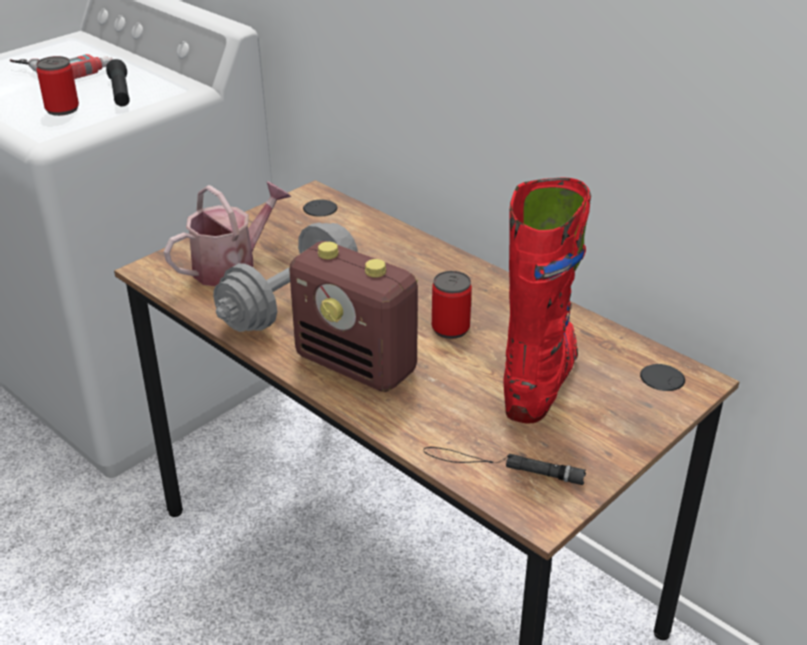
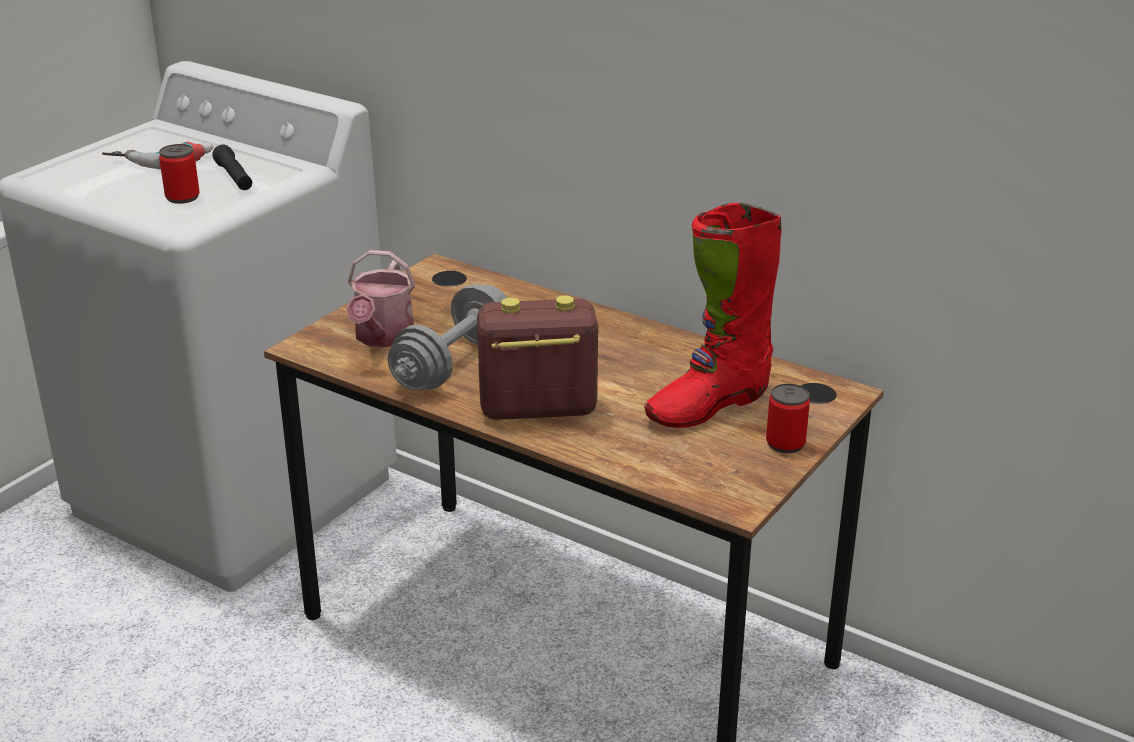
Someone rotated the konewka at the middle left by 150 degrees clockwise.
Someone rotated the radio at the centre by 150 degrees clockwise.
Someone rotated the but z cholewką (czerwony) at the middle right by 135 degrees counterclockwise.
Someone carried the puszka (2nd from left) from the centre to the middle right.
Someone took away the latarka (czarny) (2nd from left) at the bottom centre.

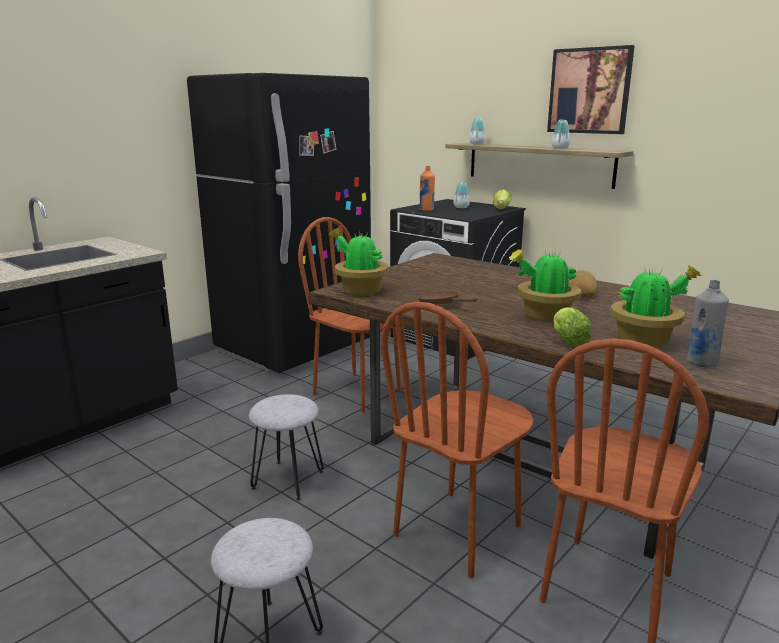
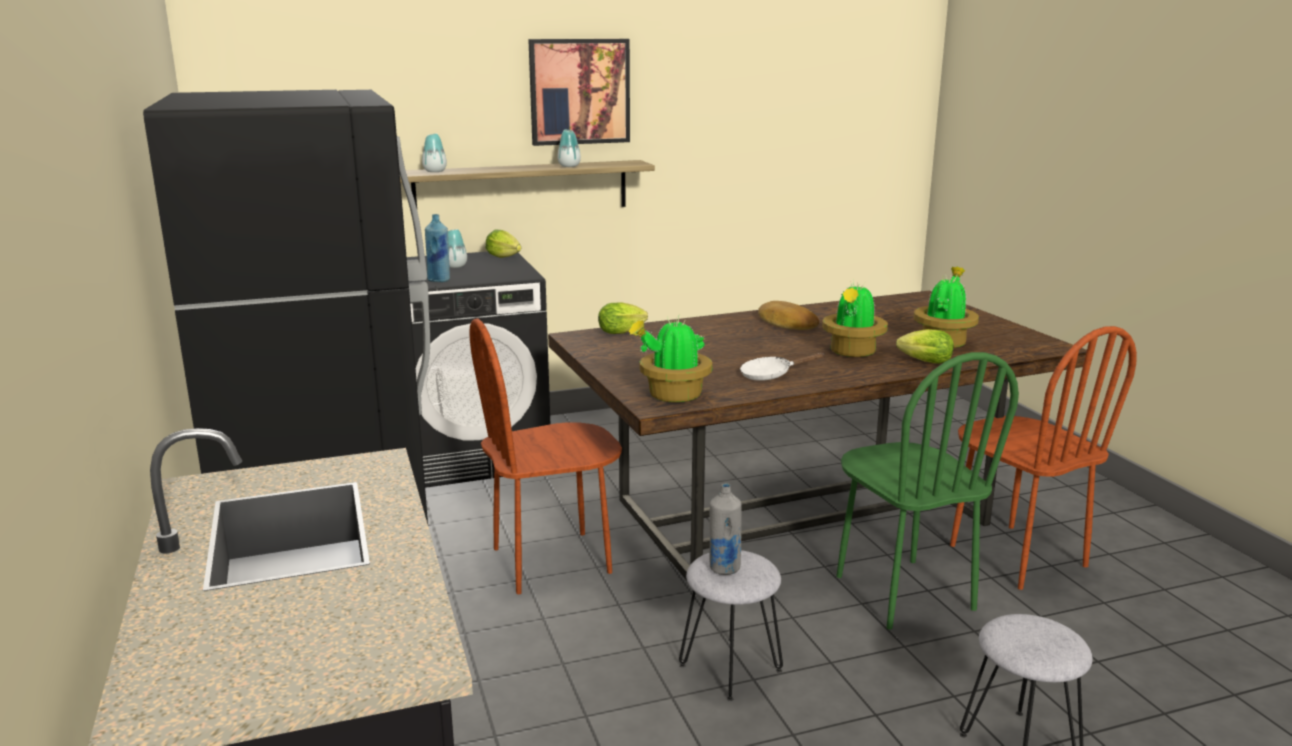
Someone repainted the butelka (pomarańczowy) at the top centre, which became the butelka (niebieski) at the top centre.
Someone put down the sałata (2nd from left) at the centre.
Someone carried the butelka (szary) from the middle right to the bottom centre.
Someone repainted the patelnia (brązowy) at the centre, which became the patelnia (biały) at the centre.
Someone repainted the krzesło (brązowy) (2nd from left) at the bottom centre, which became the krzesło (zielony) at the middle right.

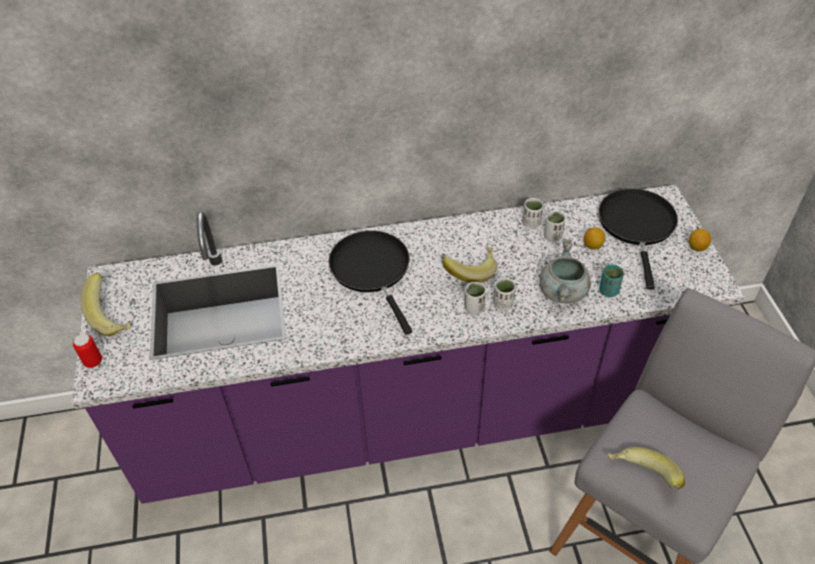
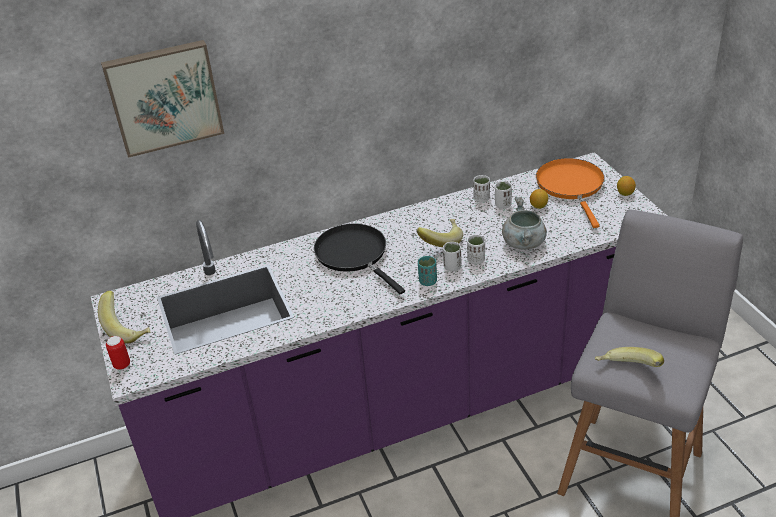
Someone put up the obraz at the top left.
Someone carried the filiżanka (turkusowy) from the middle right to the centre.
Someone repainted the patelnia (czarny) (2nd from left) at the middle right, which became the patelnia (pomarańczowy) at the middle right.

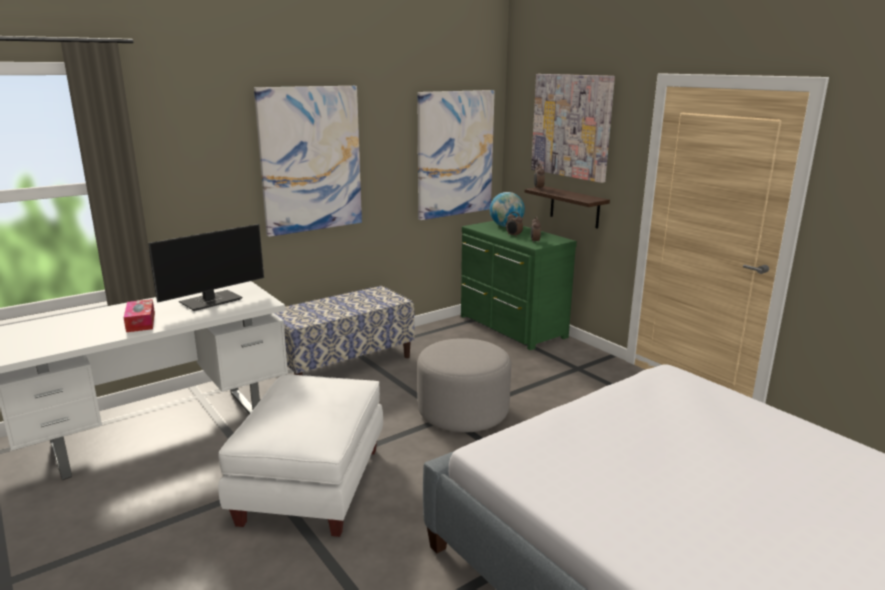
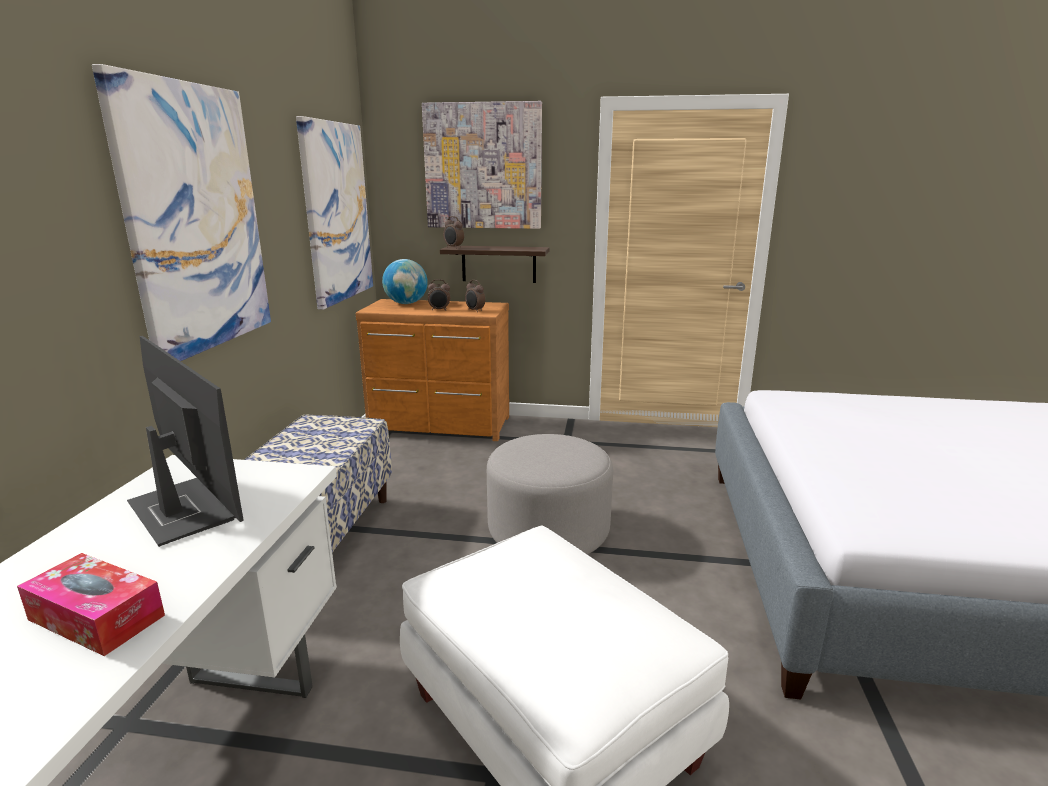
Someone rotated the monitor at the middle left by 45 degrees counterclockwise.
Someone repainted the komoda (zielony) at the centre, which became the komoda (brązowy) at the centre.

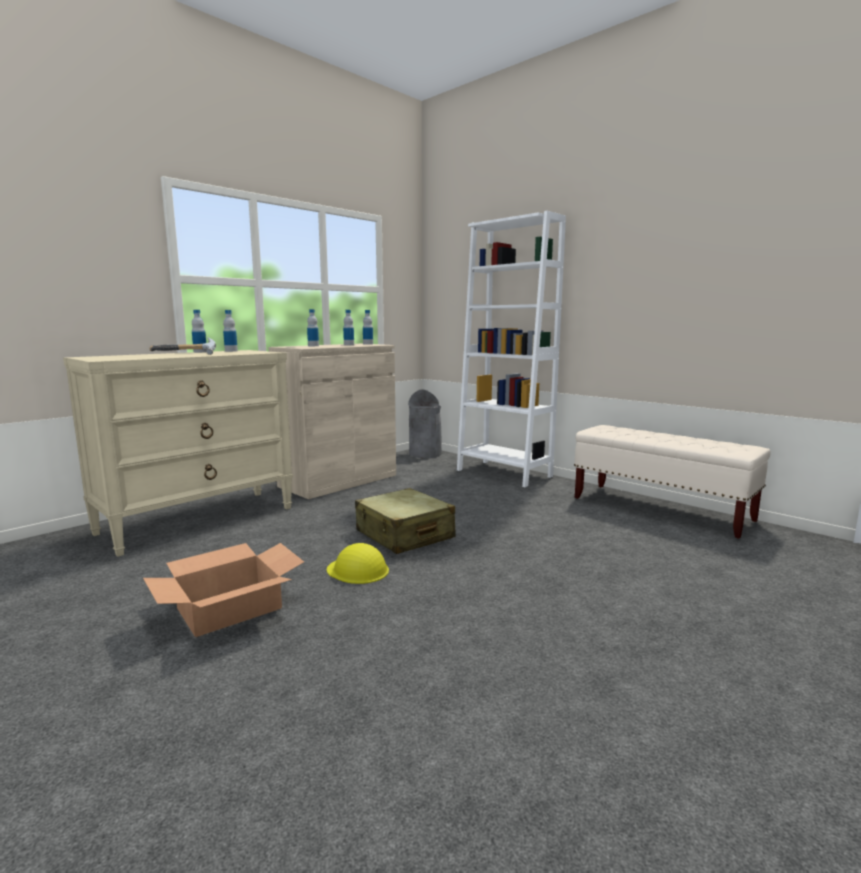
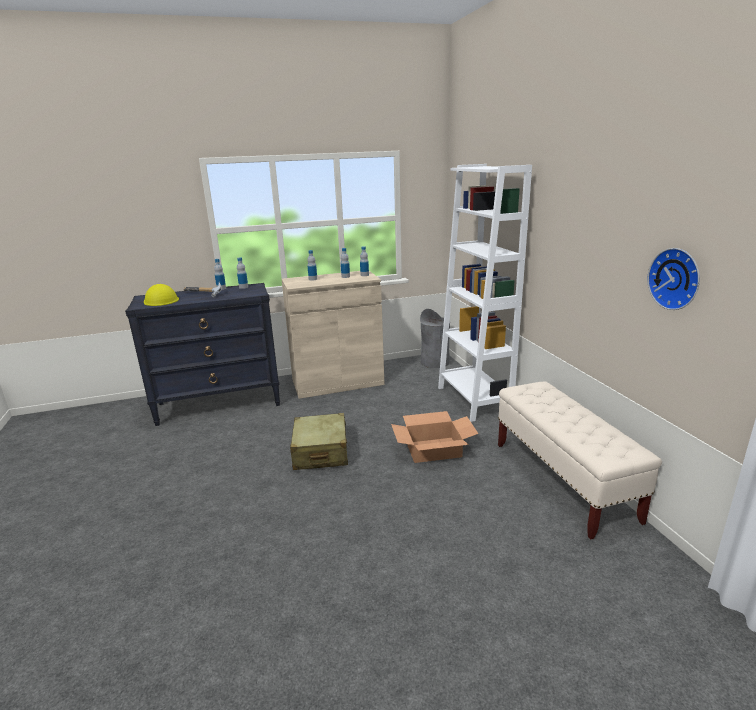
Someone repainted the komoda (beżowy) at the middle left, which became the komoda (czarny) at the middle left.
Someone carried the kask (żółty) from the centre to the middle left.
Someone carried the karton from the bottom left to the centre.
Someone put up the zegar ścienny at the middle right.

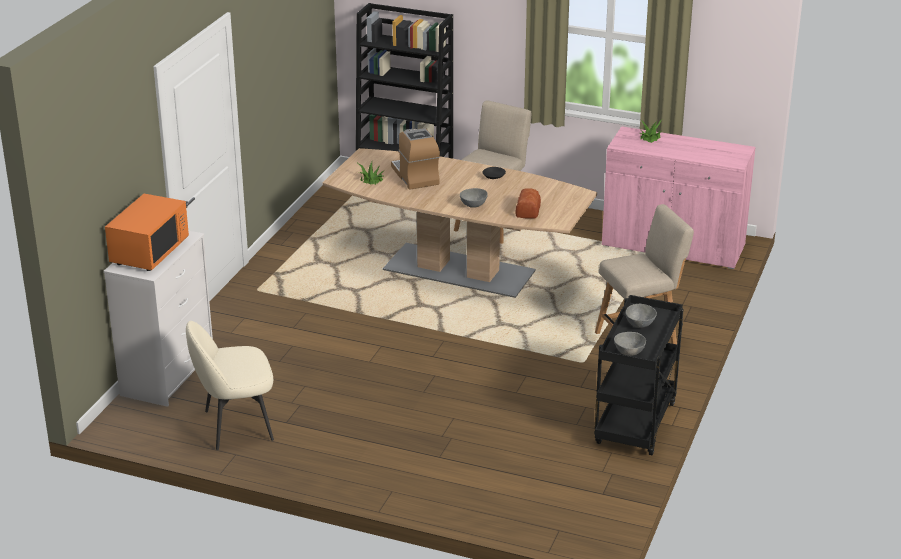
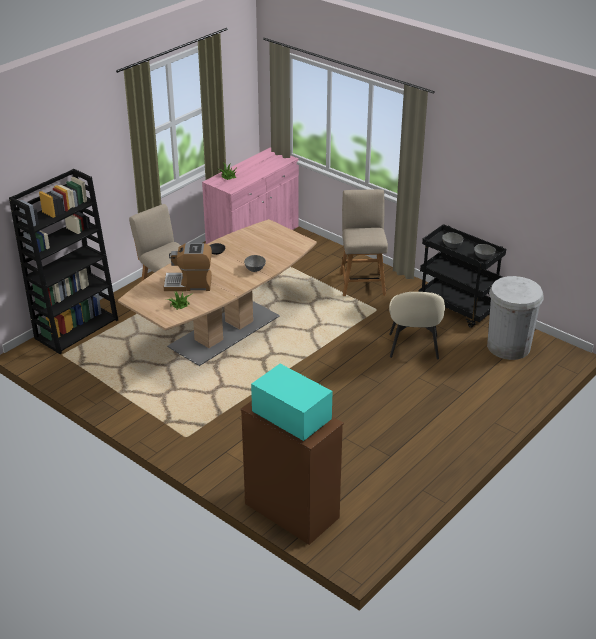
Someone repainted the komoda (biały) at the middle left, which became the komoda (brązowy) at the bottom centre.
Someone repainted the mikrofalówka (pomarańczowy) at the middle left, which became the mikrofalówka (turkusowy) at the centre.
Someone carried the krzesło (beżowy) (1st from left in the first image) from the bottom left to the middle right.
Someone put down the kosz na śmieci (biały) at the middle right.
Someone took away the chleb at the centre.

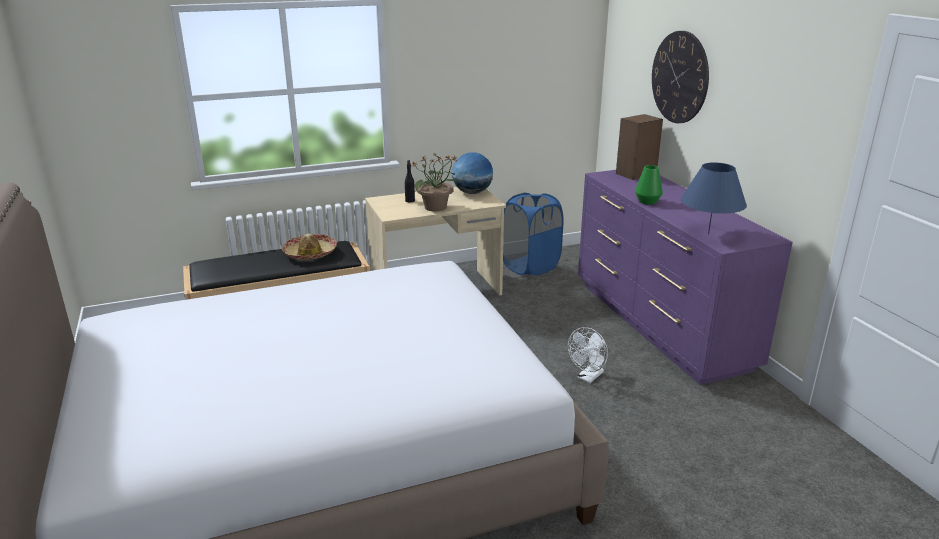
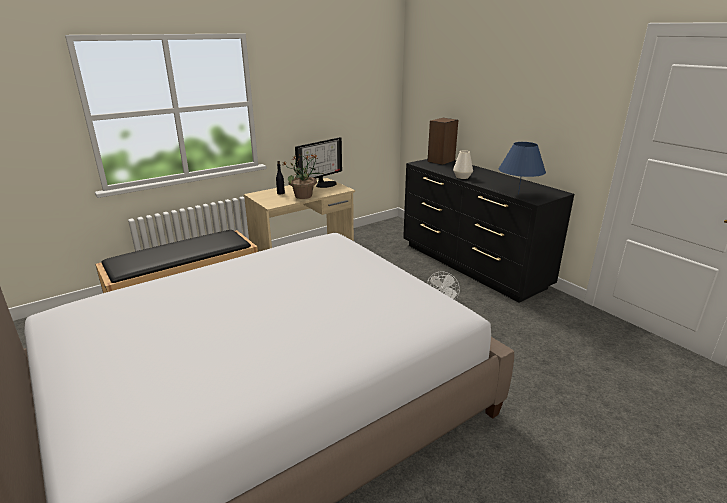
Someone swapped the globus at the top centre for the monitor at the top centre.
Someone repainted the komoda (fioletowy) at the middle right, which became the komoda (czarny) at the middle right.
Someone repainted the wazon (zielony) at the middle right, which became the wazon (biały) at the top centre.
Someone took away the kapelusz at the middle left.
Someone took away the kosz na pranie (niebieski) at the centre.
Someone took away the zegar ścienny at the top right.

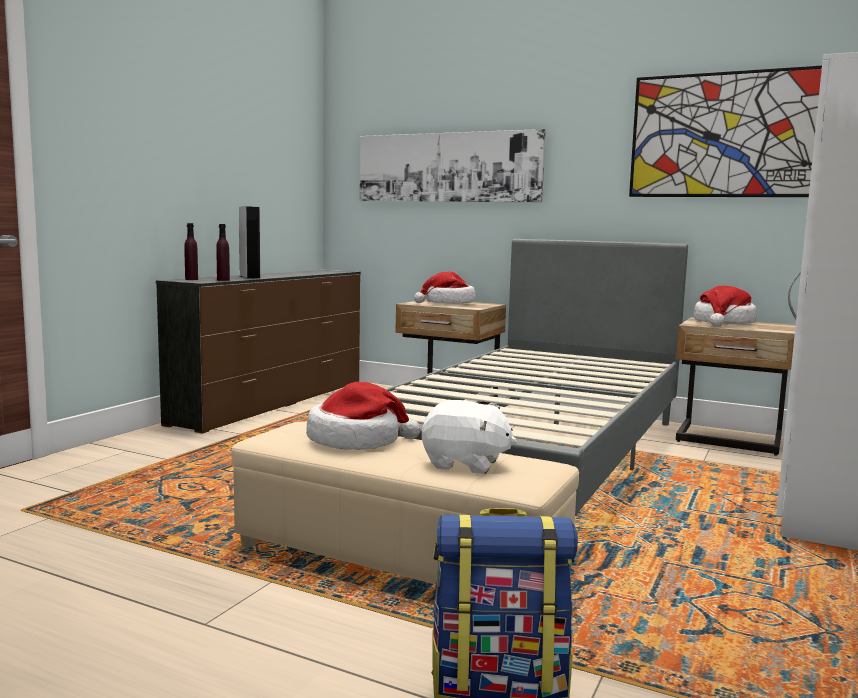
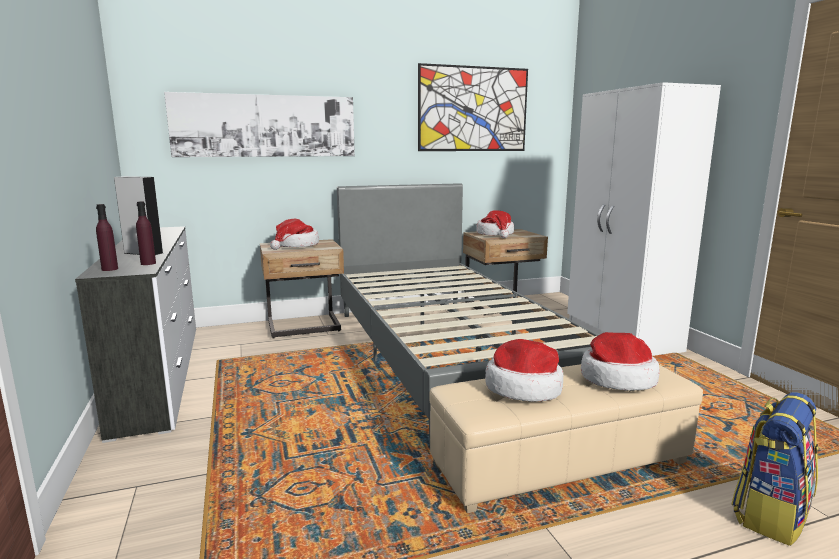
Someone repainted the komoda (brązowy) at the middle left, which became the komoda (biały) at the middle left.
Someone swapped the pluszak (biały) at the centre for the kapelusz (4th from left) at the middle right.

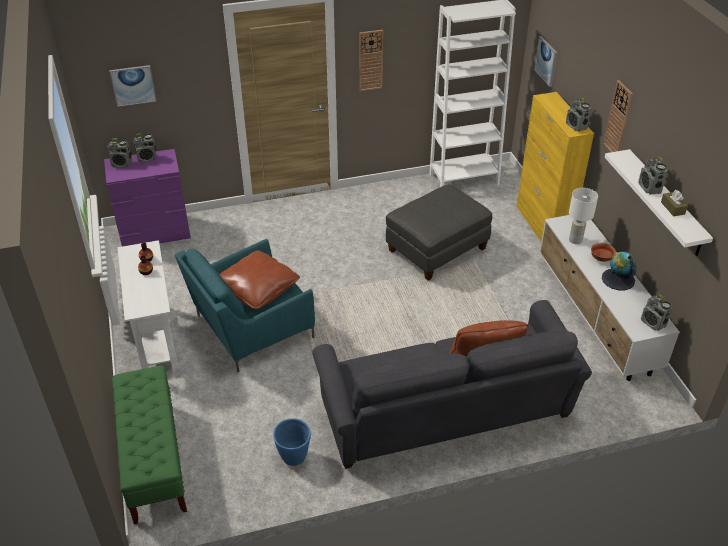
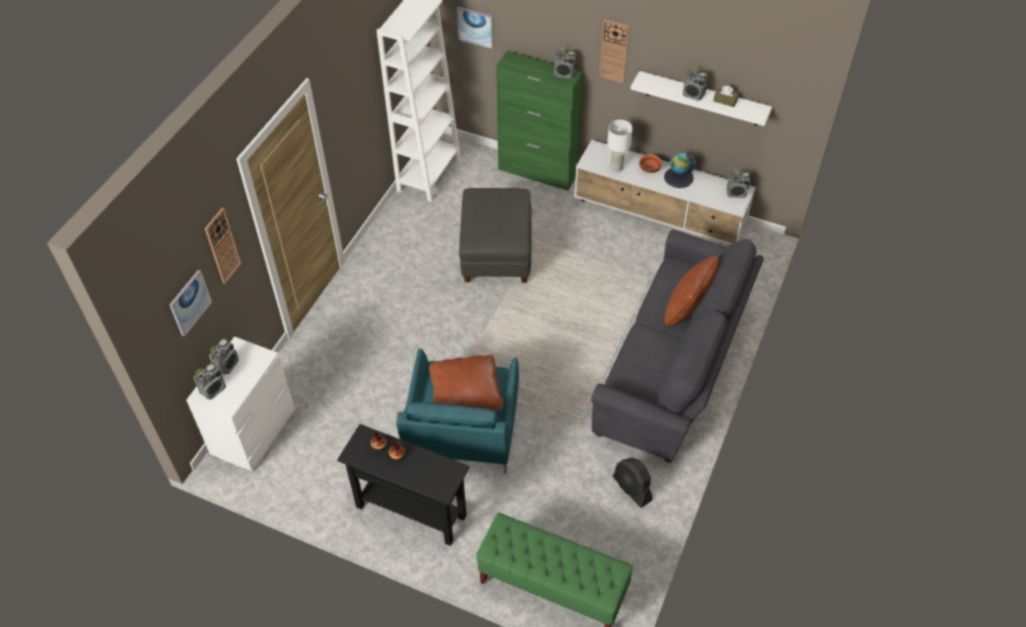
Someone repainted the komoda (fioletowy) at the middle left, which became the komoda (biały) at the middle left.
Someone carried the zegar ścienny (1st from left) from the top centre to the middle left.
Someone repainted the stolik konsolowy (biały) at the middle left, which became the stolik konsolowy (czarny) at the bottom centre.
Someone repainted the szafka (żółty) at the top right, which became the szafka (zielony) at the top centre.
Someone swapped the donica (niebieski) at the bottom centre for the wentylator (czarny) at the bottom centre.

